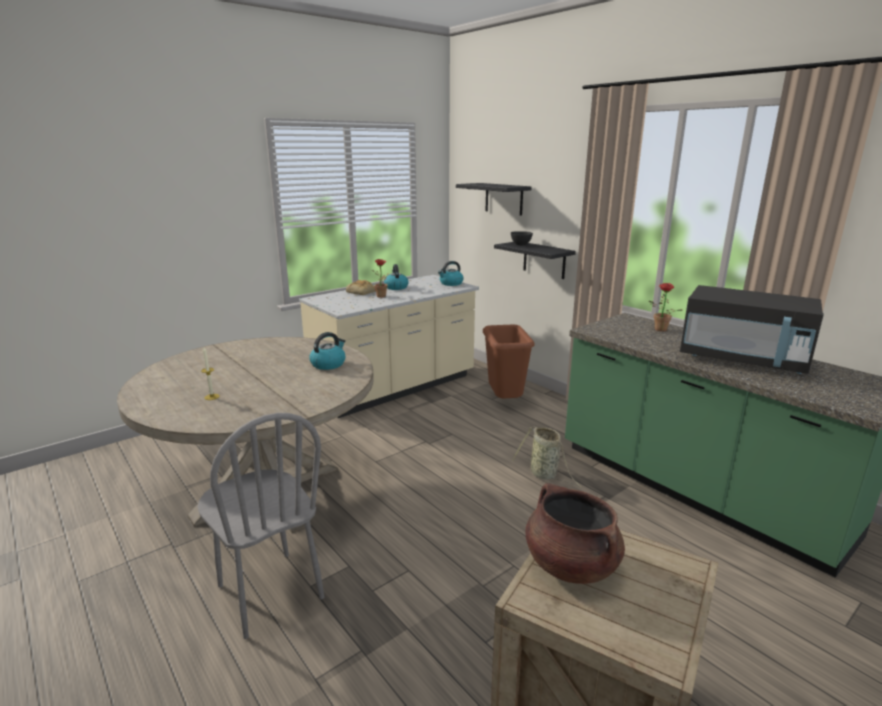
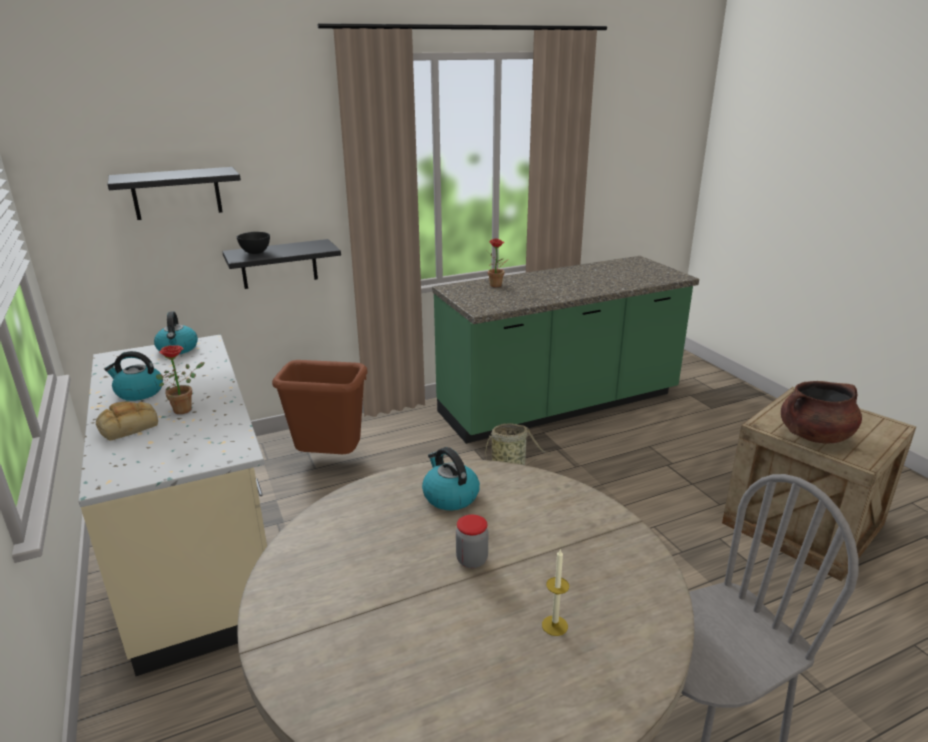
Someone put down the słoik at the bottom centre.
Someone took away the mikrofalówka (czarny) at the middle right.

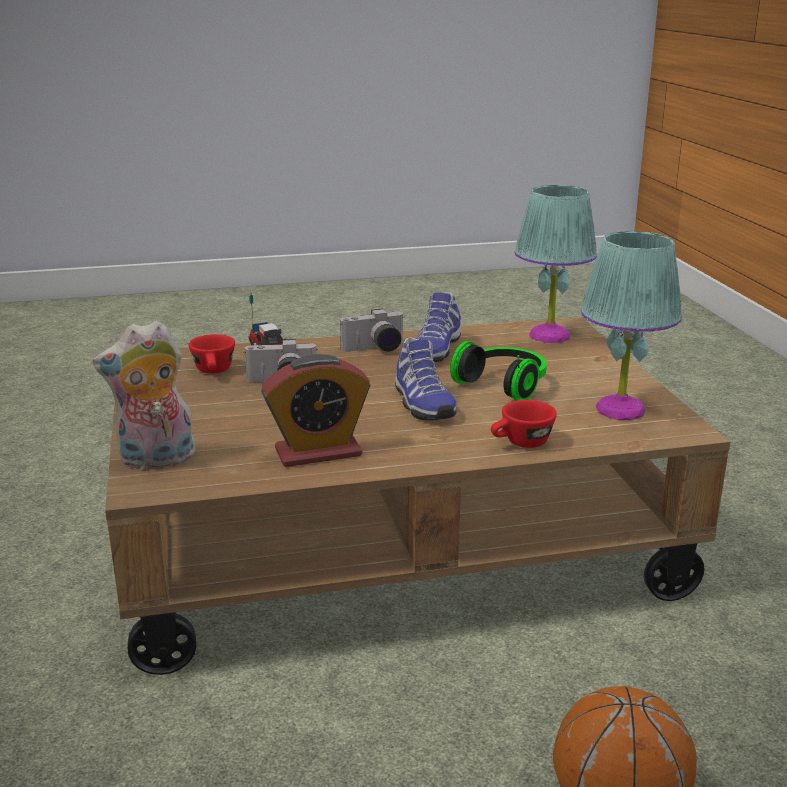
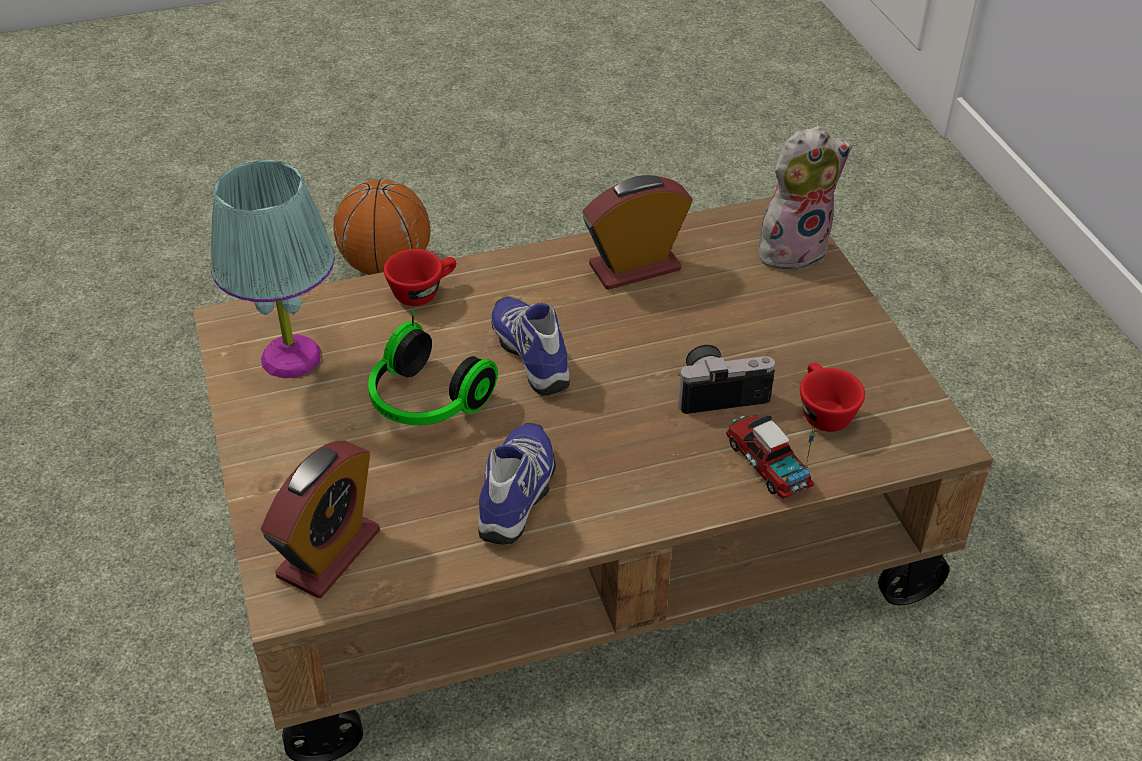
Someone swapped the lampa stołowa (turkusowy) (1st from left) at the middle right for the budzik (1st from left) at the bottom left.
Someone took away the aparat fotograficzny (2nd from left) at the centre.

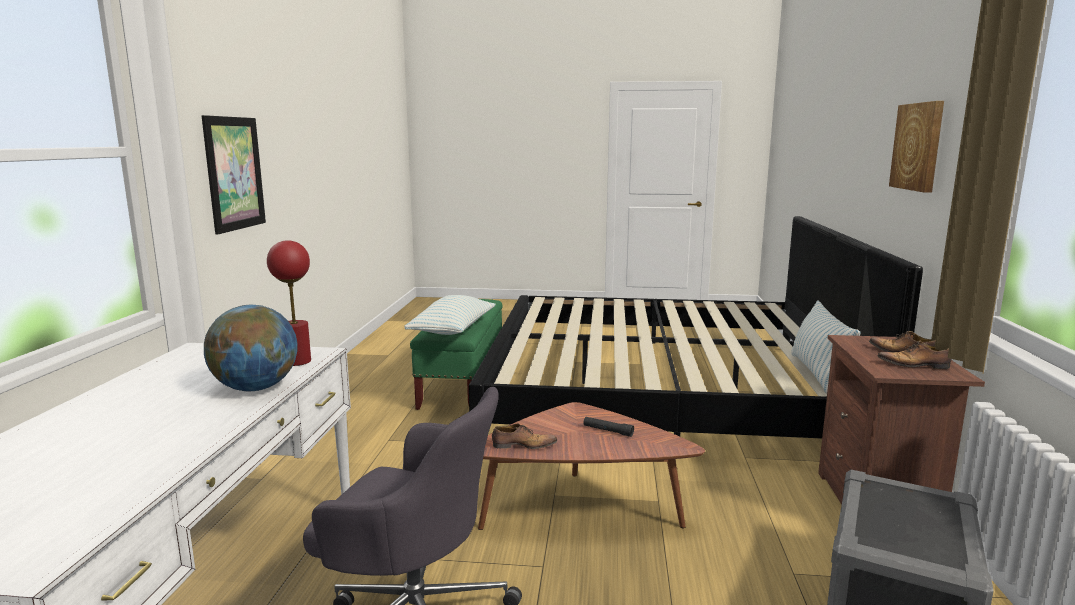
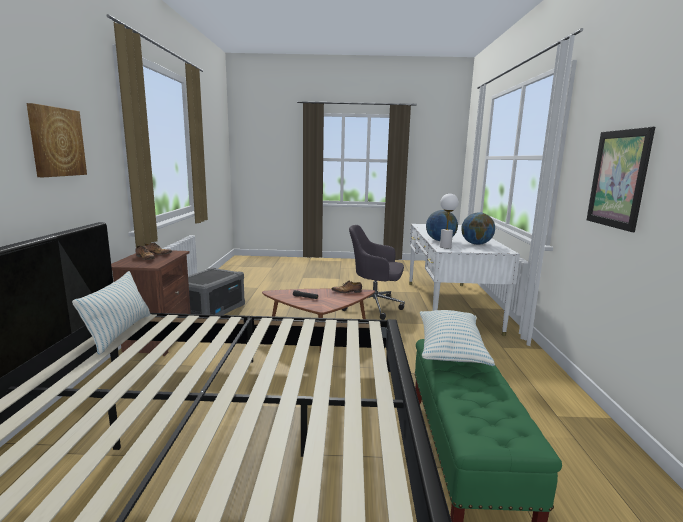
Someone repainted the lampa stołowa (czerwony) at the middle left, which became the lampa stołowa (biały) at the centre.
Someone put down the globus (2nd from left) at the middle right.

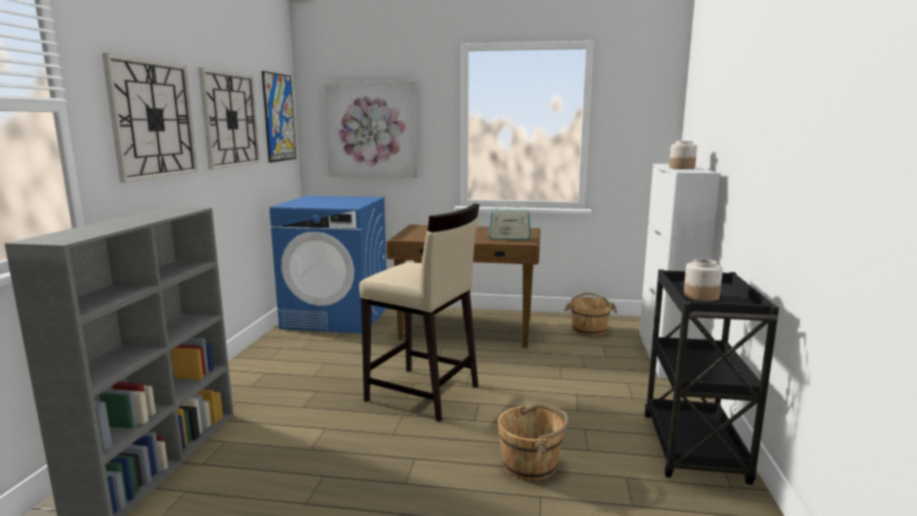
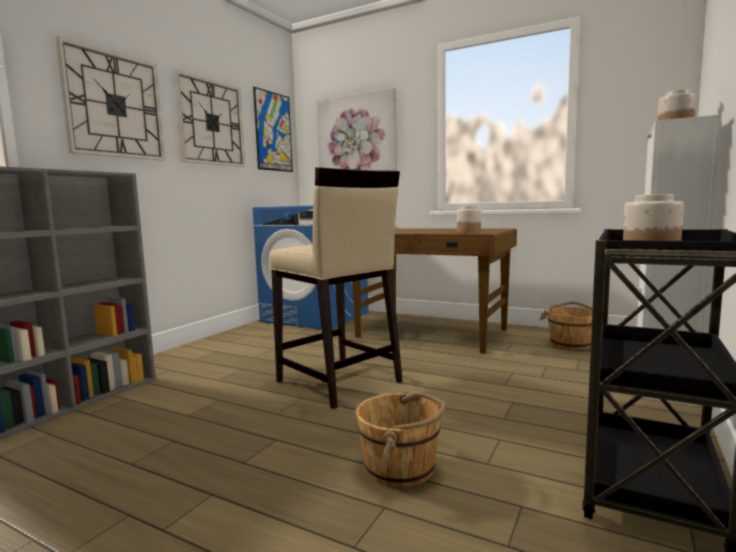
Someone swapped the radio at the centre for the słoik (1st from left) at the centre.

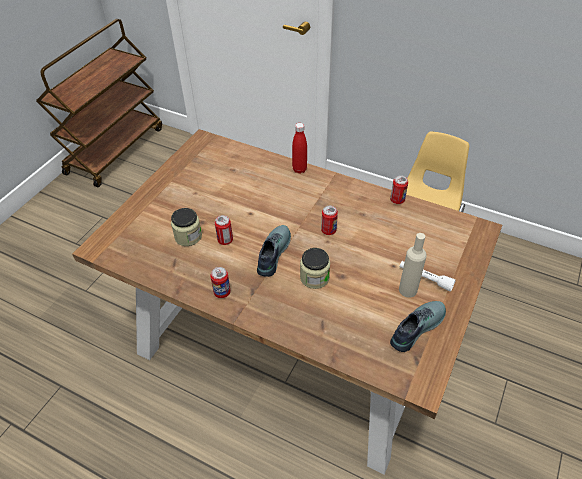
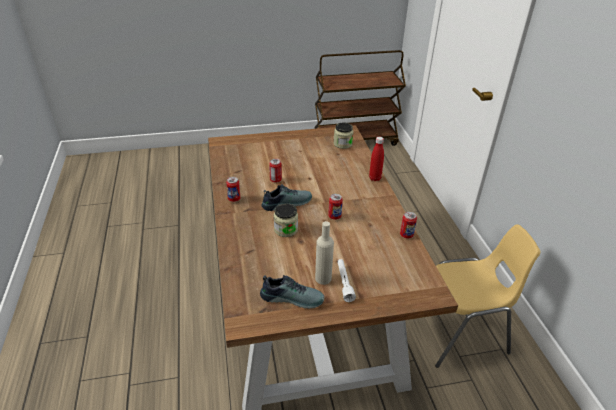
Someone carried the słoik (1st from left in the first image) from the middle left to the top centre.

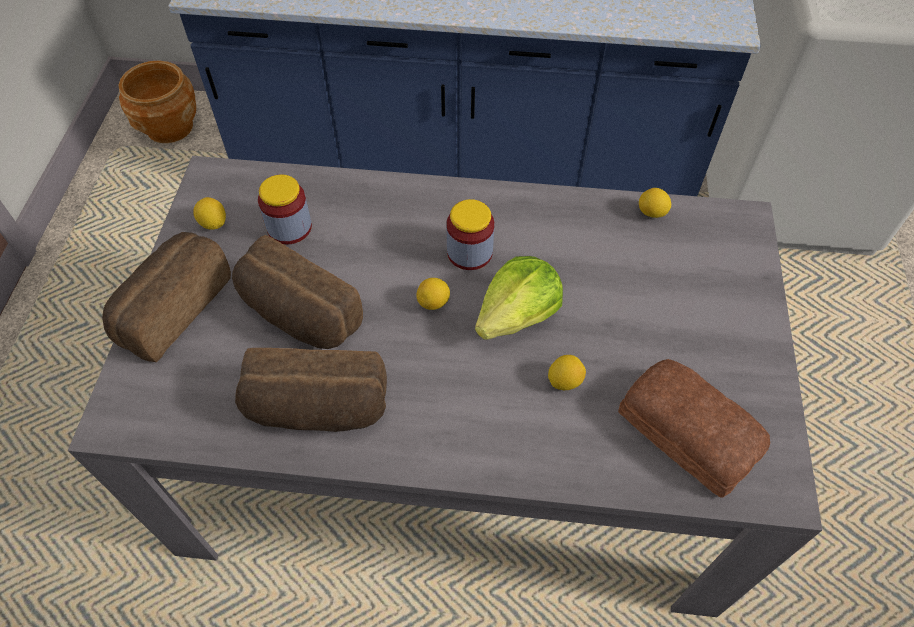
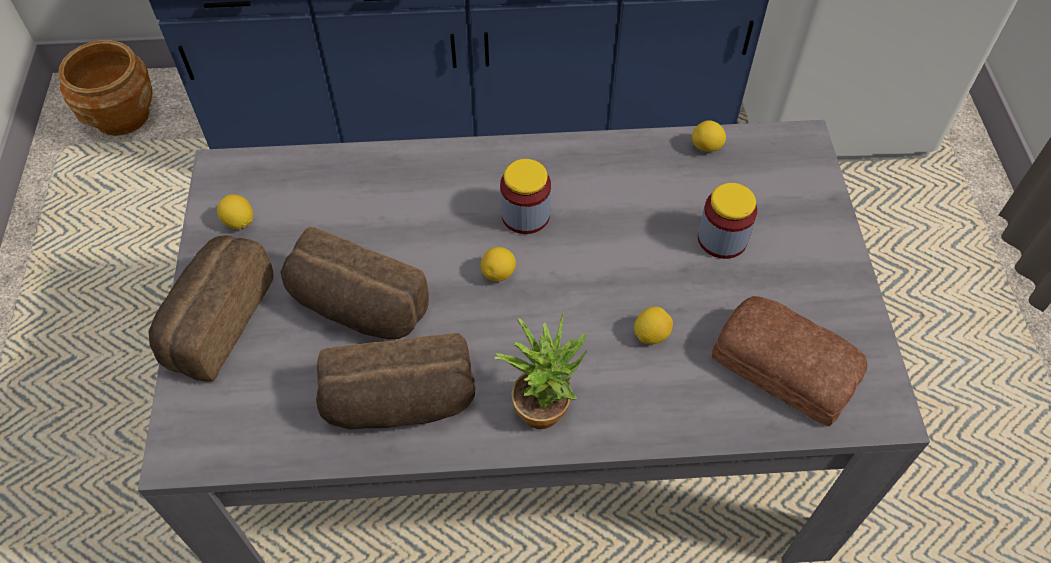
Someone put down the roślina doniczkowa at the centre.
Someone carried the słoik (1st from left in the first image) from the middle left to the middle right.
Someone took away the sałata at the centre.

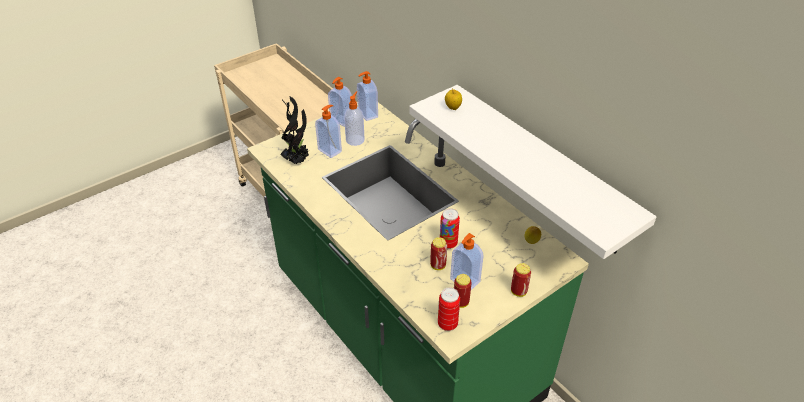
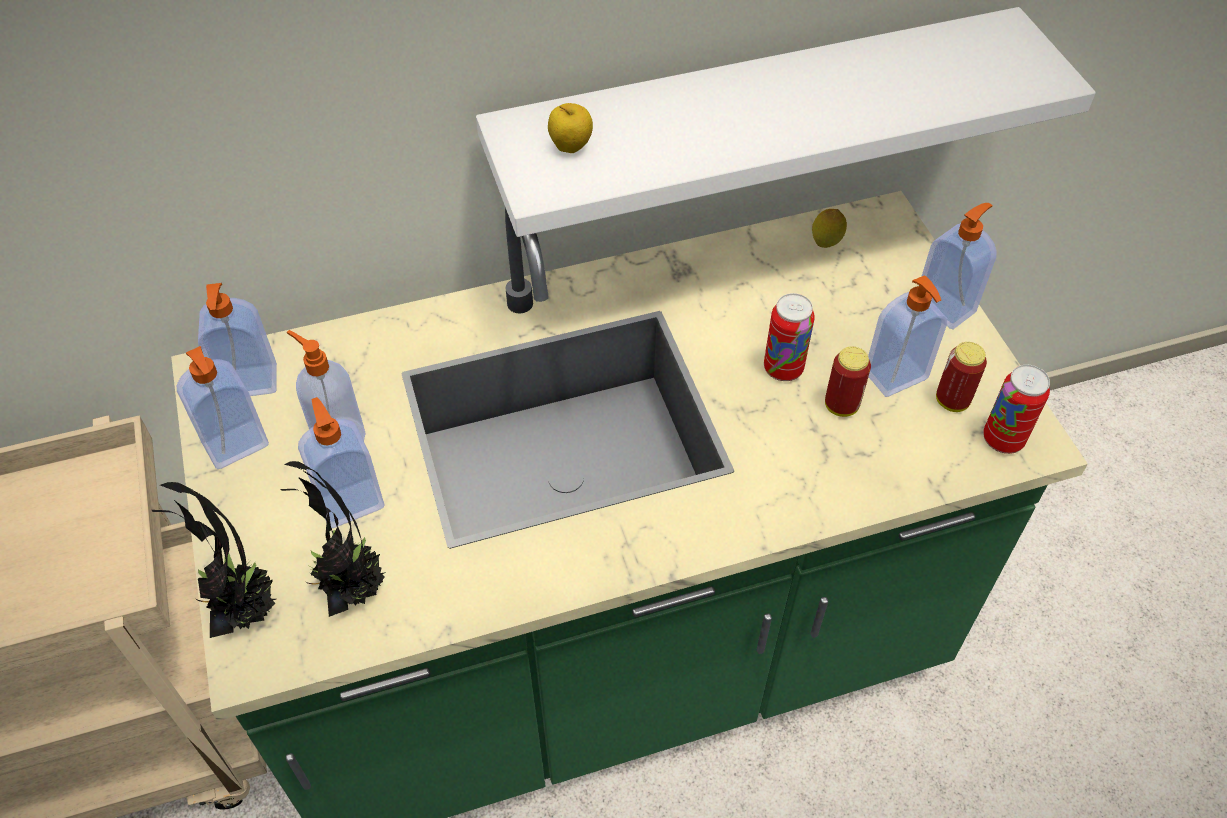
Someone put down the roślina doniczkowa (1st from left) at the bottom left.
Someone swapped the puszka (5th from left) at the bottom centre for the dozownik mydła (6th from left) at the top right.

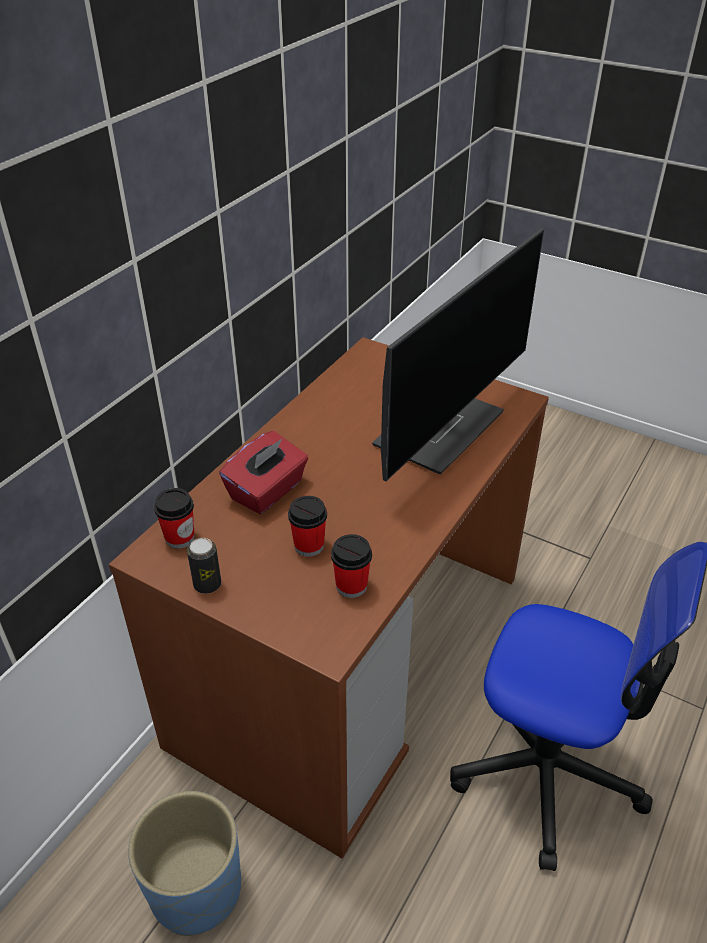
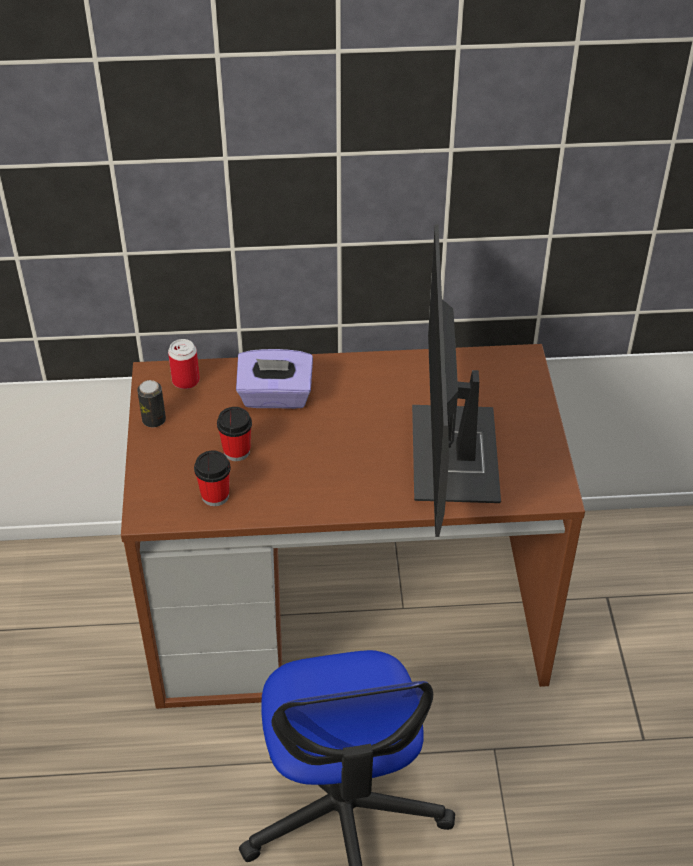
Someone swapped the filiżanka (1st from left) at the middle left for the puszka (2nd from left) at the middle left.
Someone repainted the pudełko chusteczek (czerwony) at the centre, which became the pudełko chusteczek (fioletowy) at the centre.
Someone rotated the monitor at the centre by 90 degrees clockwise.
Someone took away the donica (niebieski) at the bottom left.

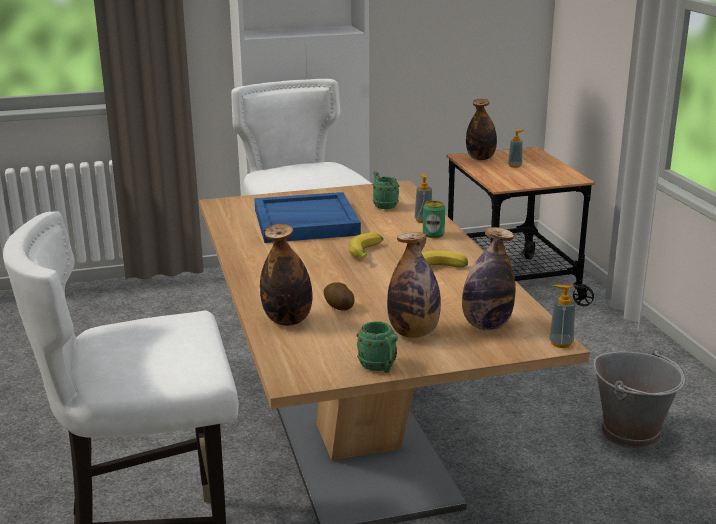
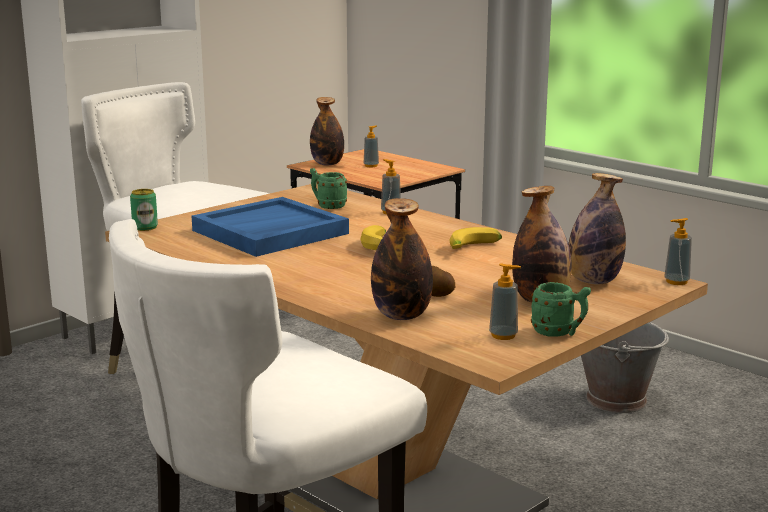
Someone carried the puszka from the centre to the middle left.
Someone put down the dozownik mydła (3rd from left) at the centre.

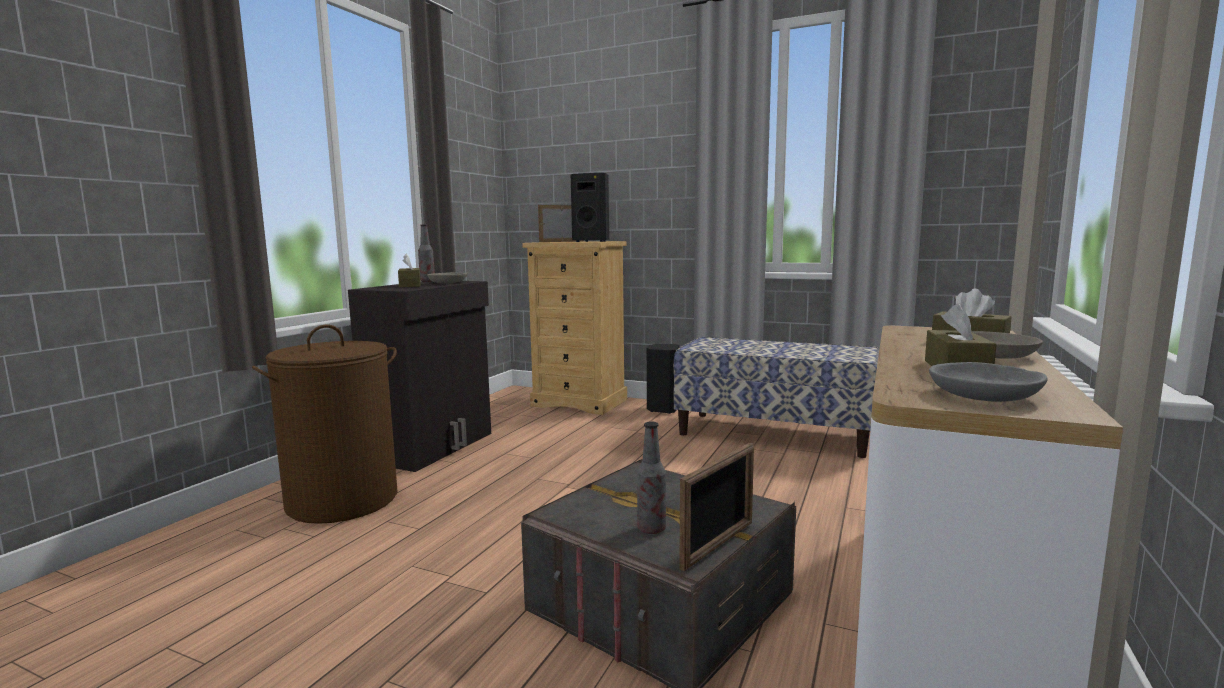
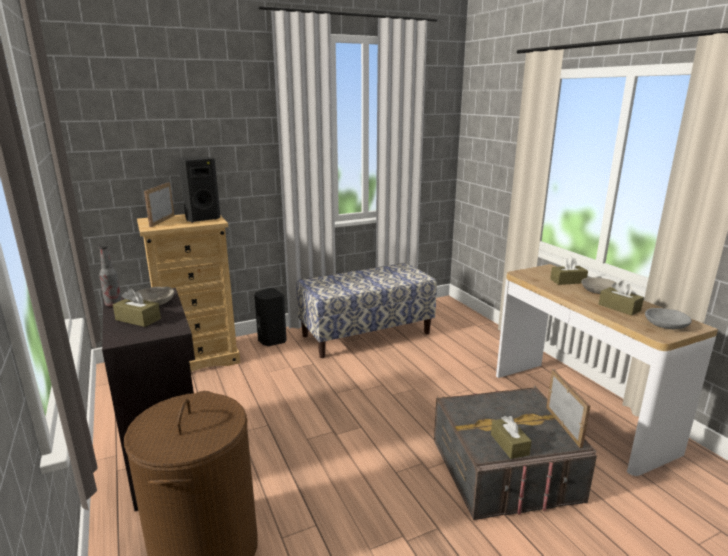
Someone put down the pudełko chusteczek (brązowy) (2nd from left) at the bottom right.
Someone took away the butelka (2nd from left) at the bottom centre.

